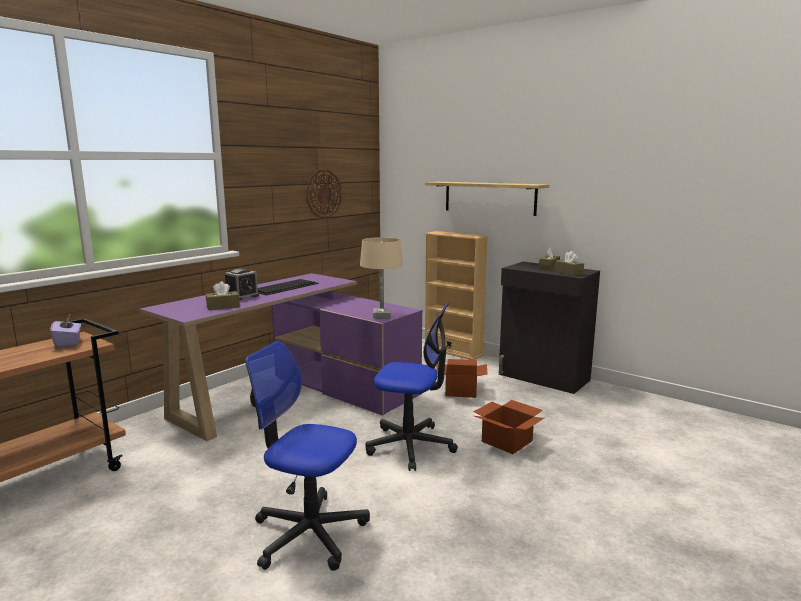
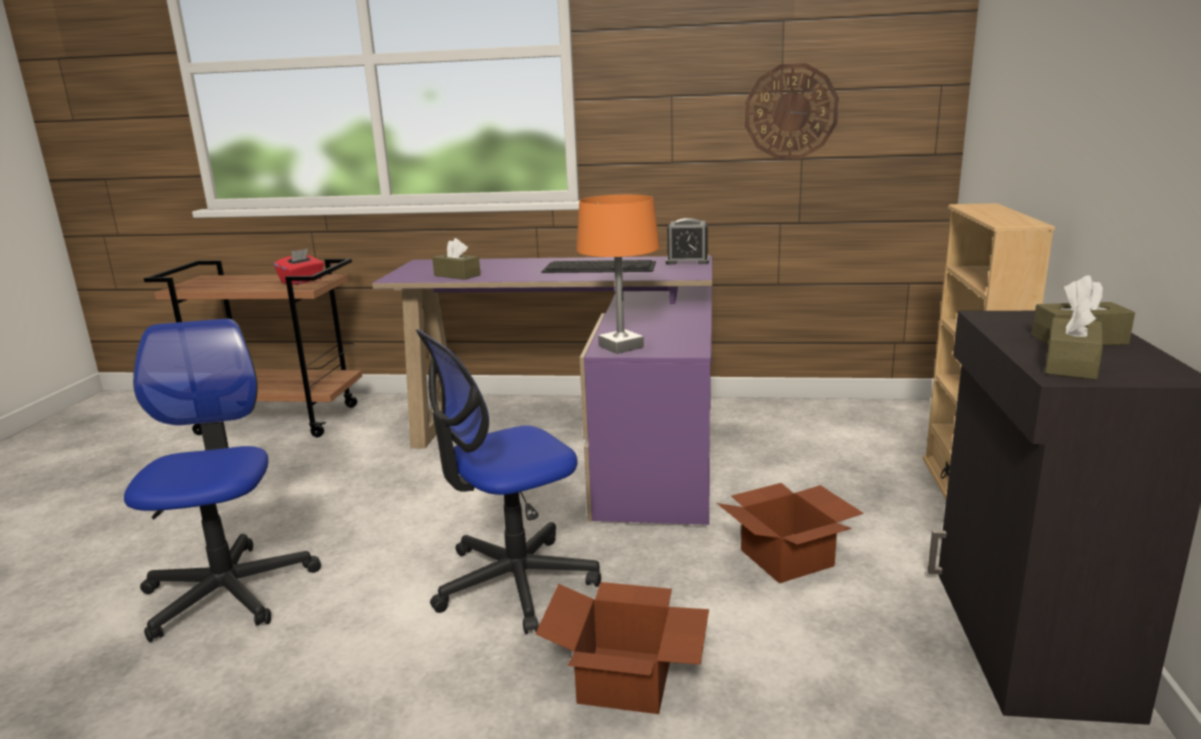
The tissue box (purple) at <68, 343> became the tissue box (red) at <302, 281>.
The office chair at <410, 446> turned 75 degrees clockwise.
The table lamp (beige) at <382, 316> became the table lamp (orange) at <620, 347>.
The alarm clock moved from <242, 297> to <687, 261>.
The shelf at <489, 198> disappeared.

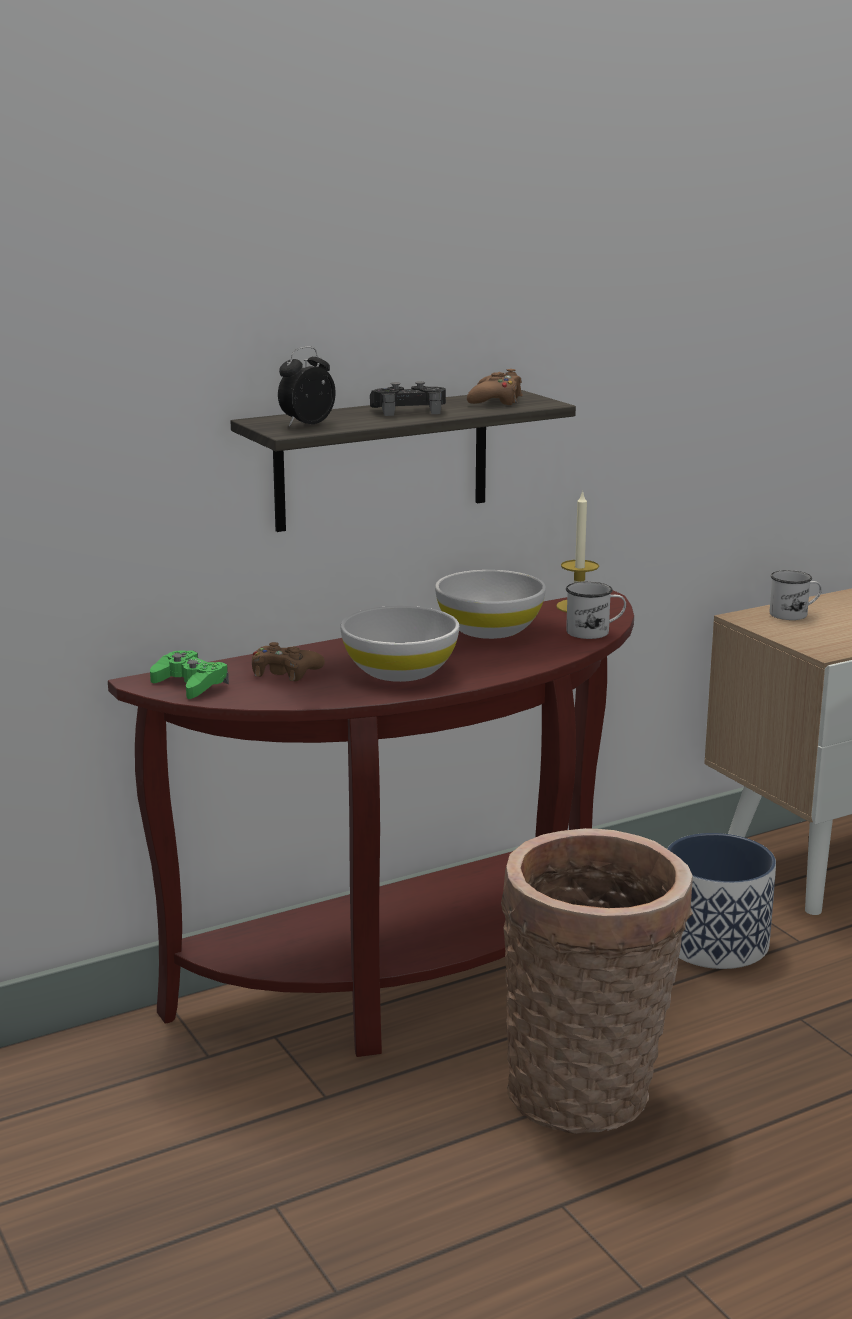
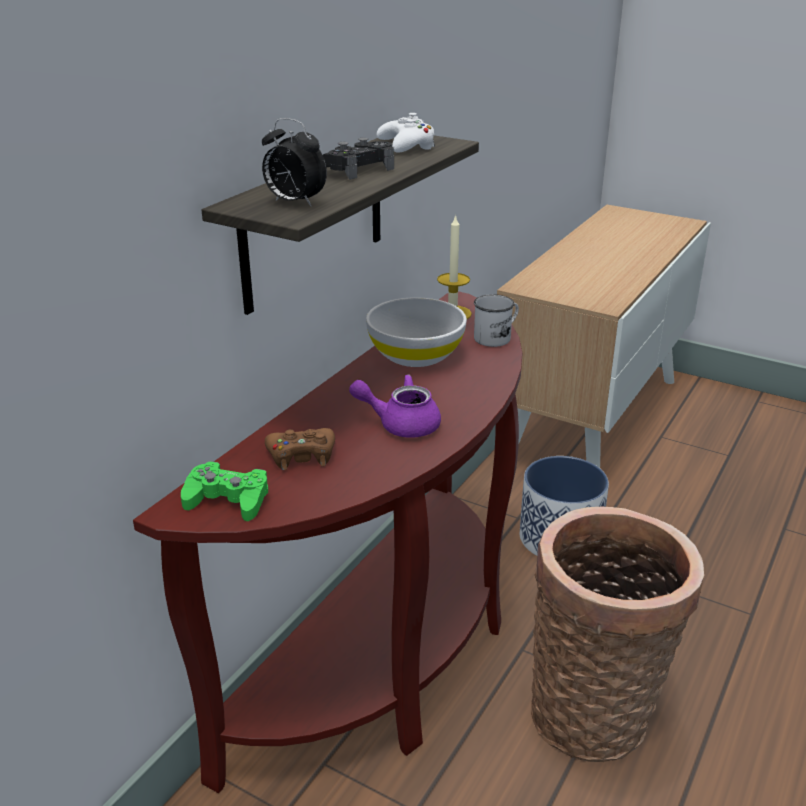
The alarm clock at <306, 424> turned 75 degrees counterclockwise.
The bowl (white) at <399, 671> was replaced by the teapot (purple) at <400, 424>.
The game controller (brown) at <495, 401> became the game controller (white) at <406, 146>.
The mug (white) at <794, 614> disappeared.

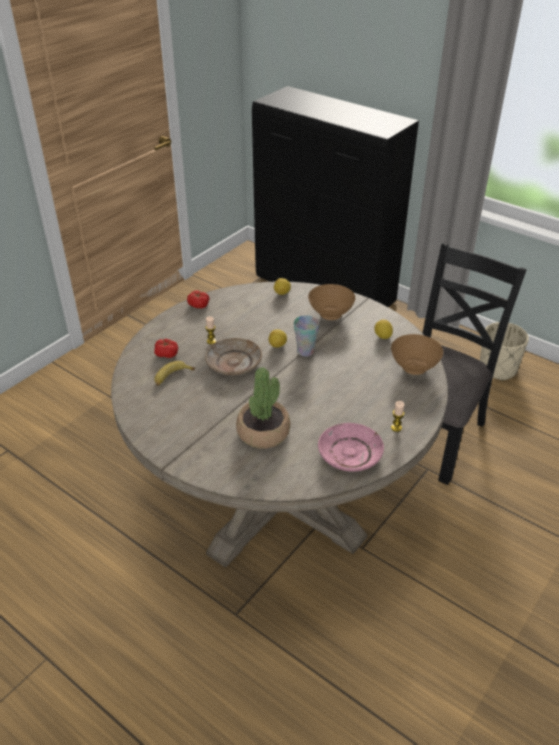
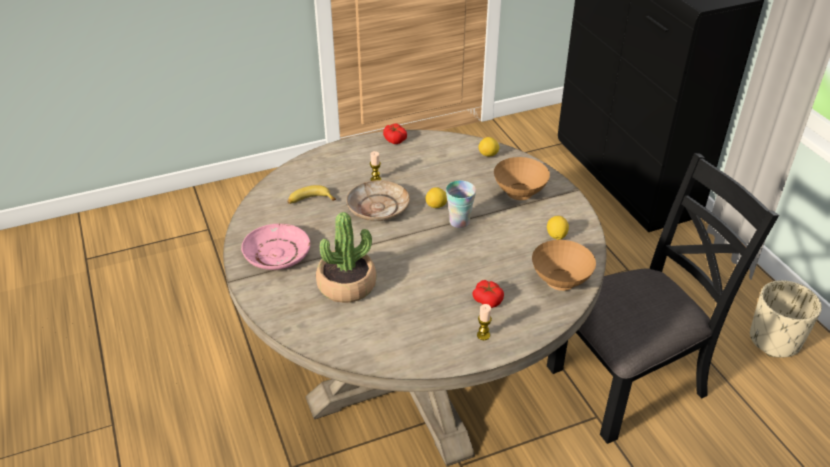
The plate (pink) moved from <349, 454> to <276, 254>.
The tomato moved from <166, 353> to <488, 300>.

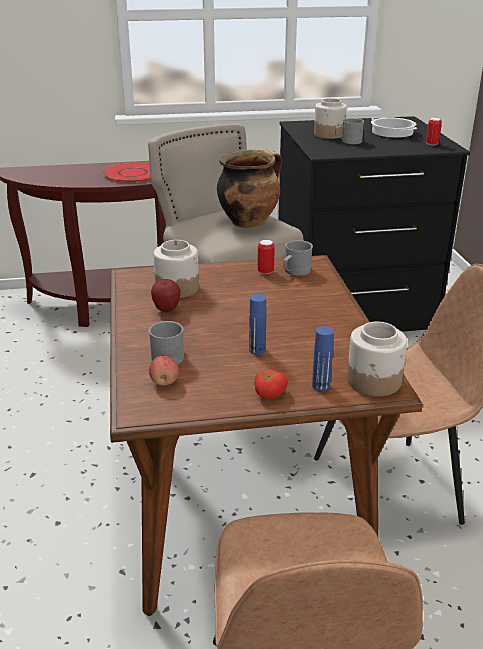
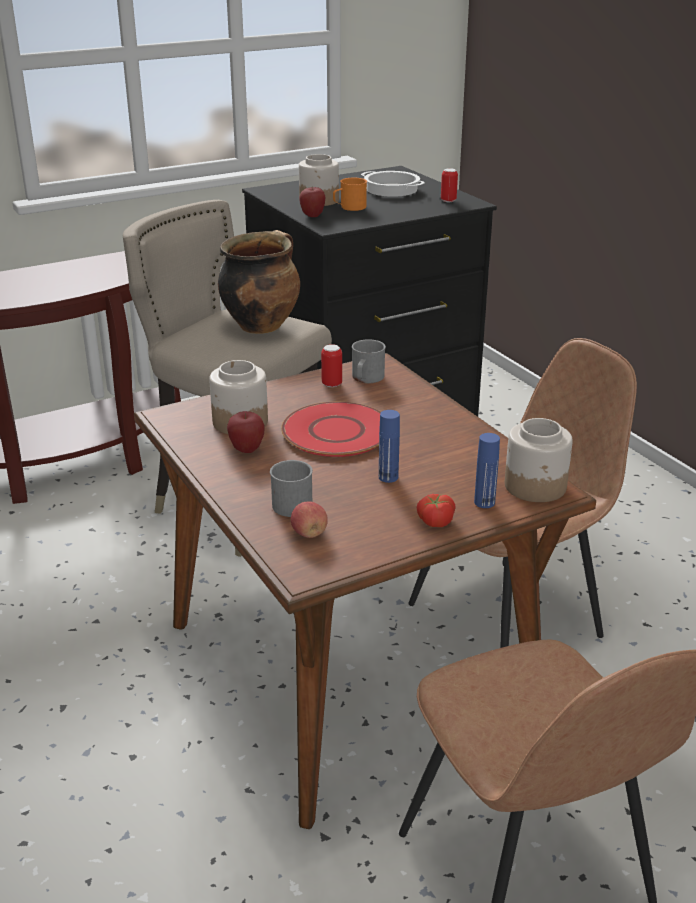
The plate (red) moved from <133, 173> to <337, 431>.
The apple at <312, 216> appeared.
The mug (grey) at <348, 141> became the mug (orange) at <349, 208>.

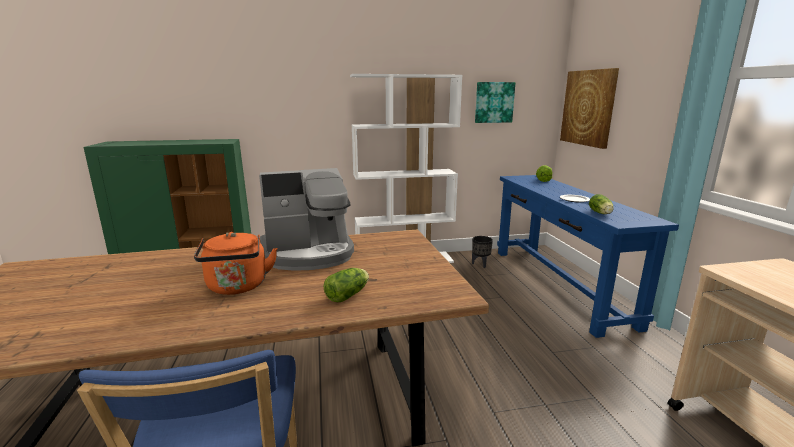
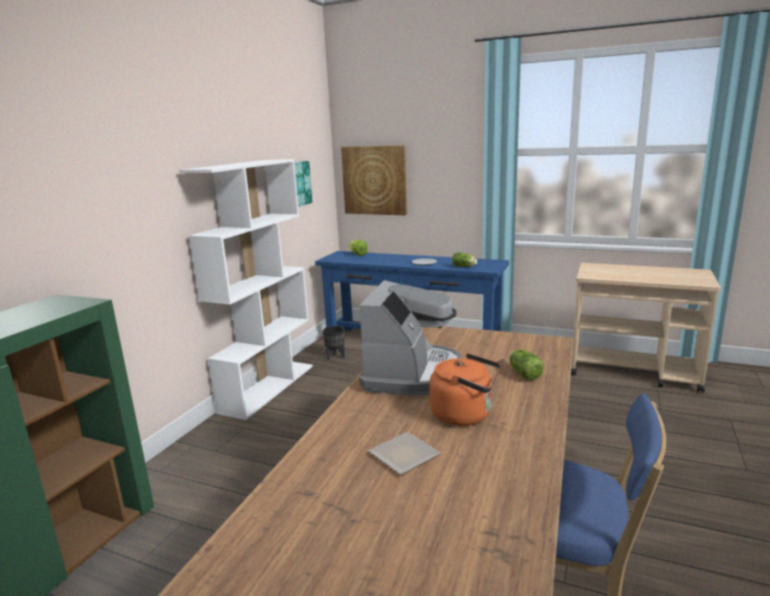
The plate at <404, 454> appeared.

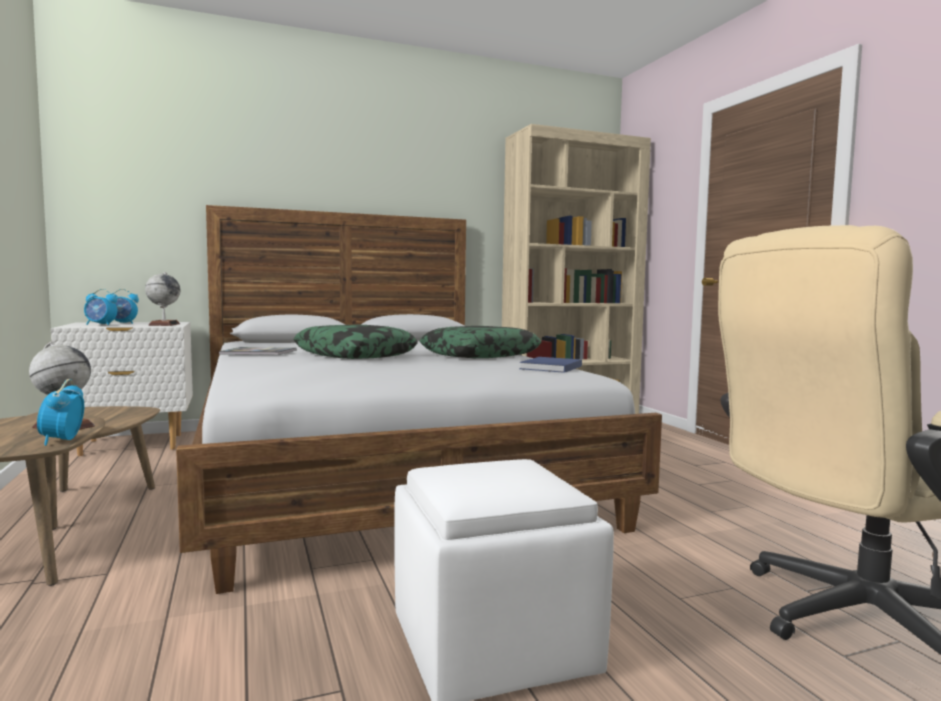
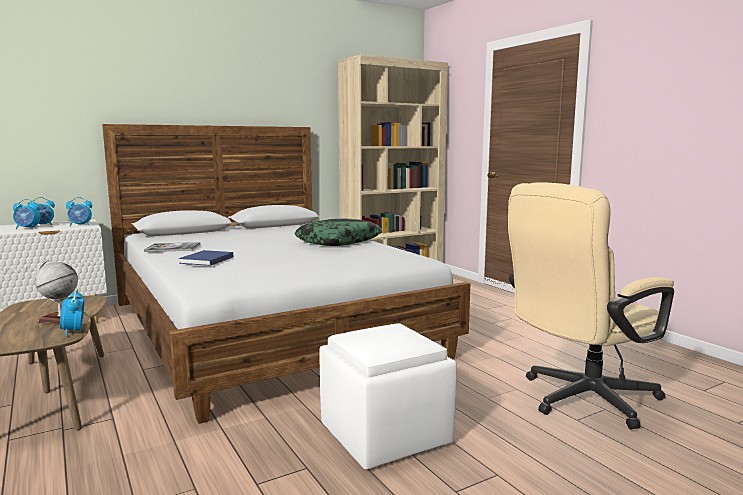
The globe at <164, 324> was replaced by the alarm clock at <80, 225>.
The book (blue) moved from <550, 367> to <206, 260>.
The pillow at <355, 355> disappeared.

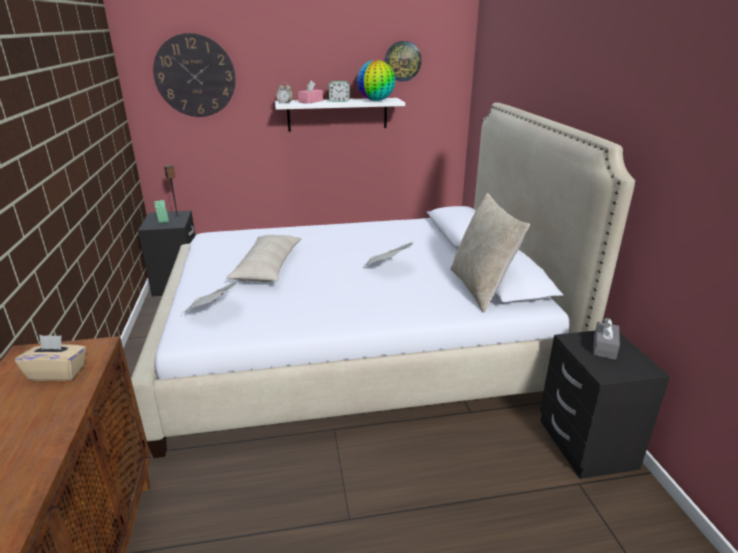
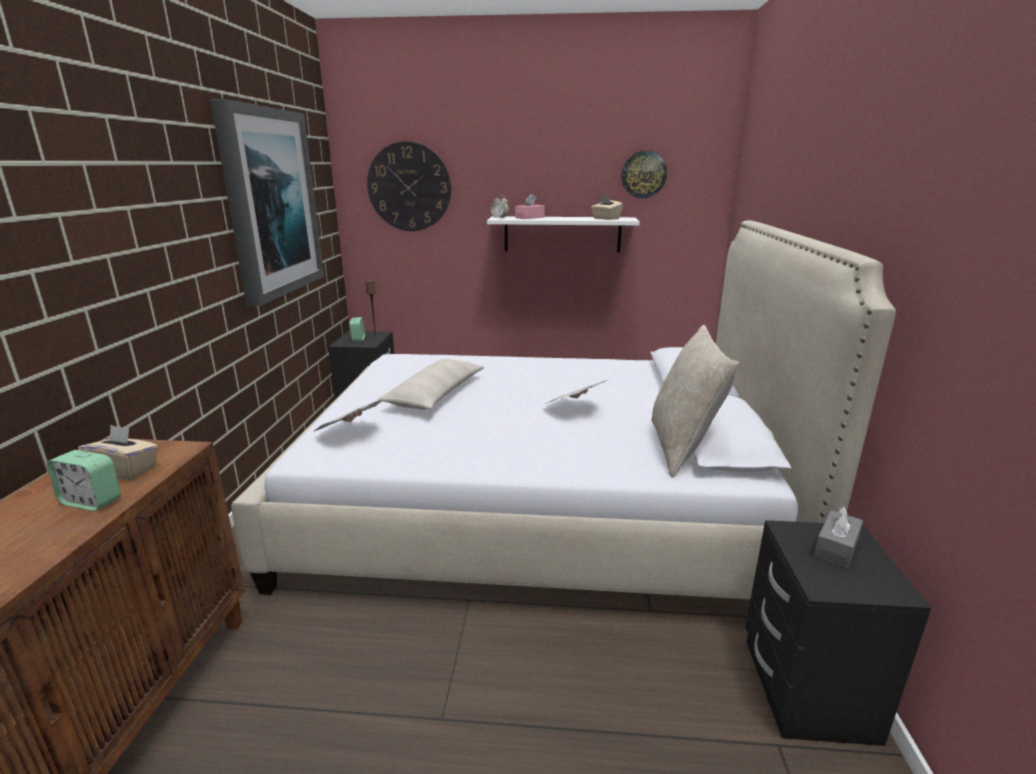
The alarm clock moved from <339, 101> to <91, 501>.
The picture at <270, 203> appeared.
The globe at <376, 100> was replaced by the tissue box (beige) at <606, 218>.

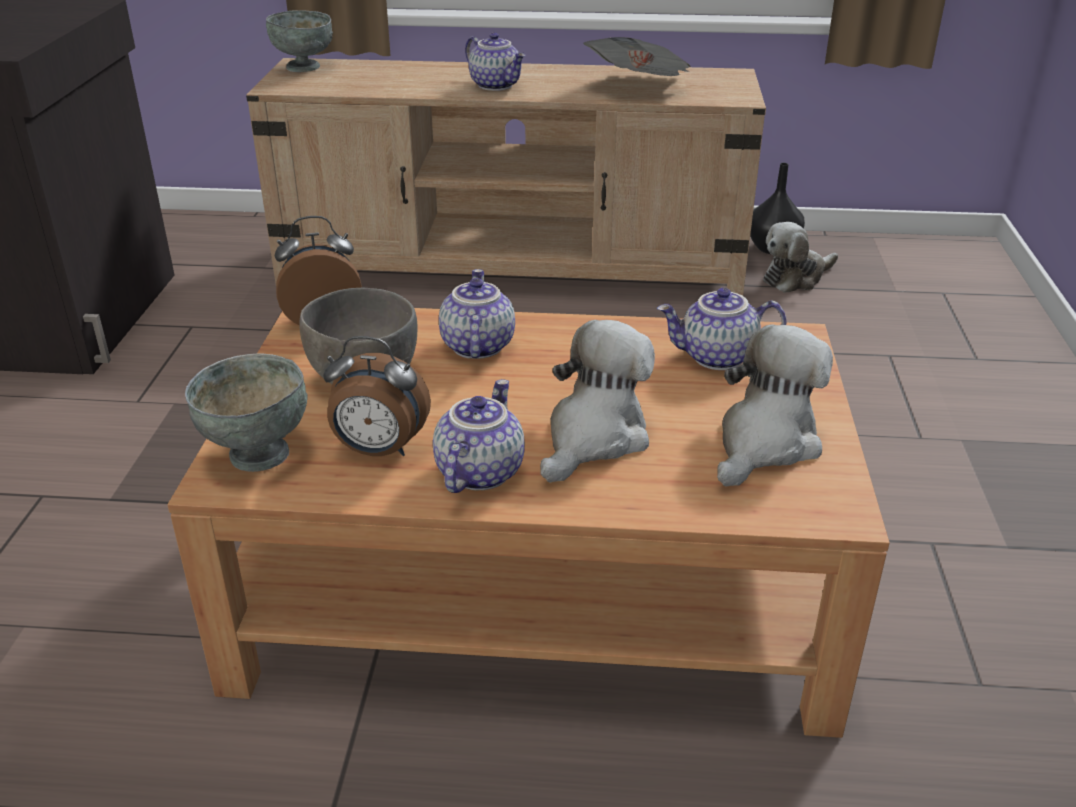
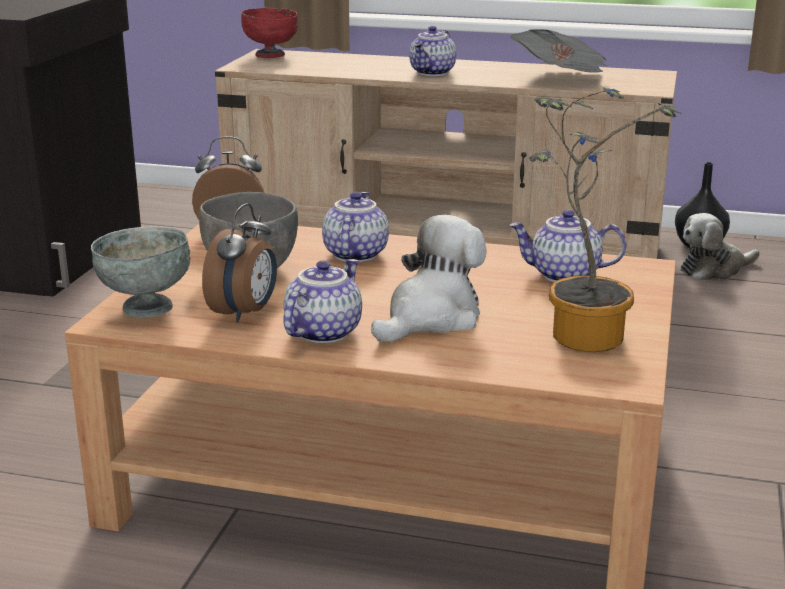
The alarm clock at <379, 450> turned 90 degrees counterclockwise.
The bowl (grey) at <304, 67> became the bowl (red) at <271, 55>.
The teapot at <496, 85> turned 60 degrees clockwise.
The plush toy at <765, 442> was replaced by the potted plant at <581, 333>.

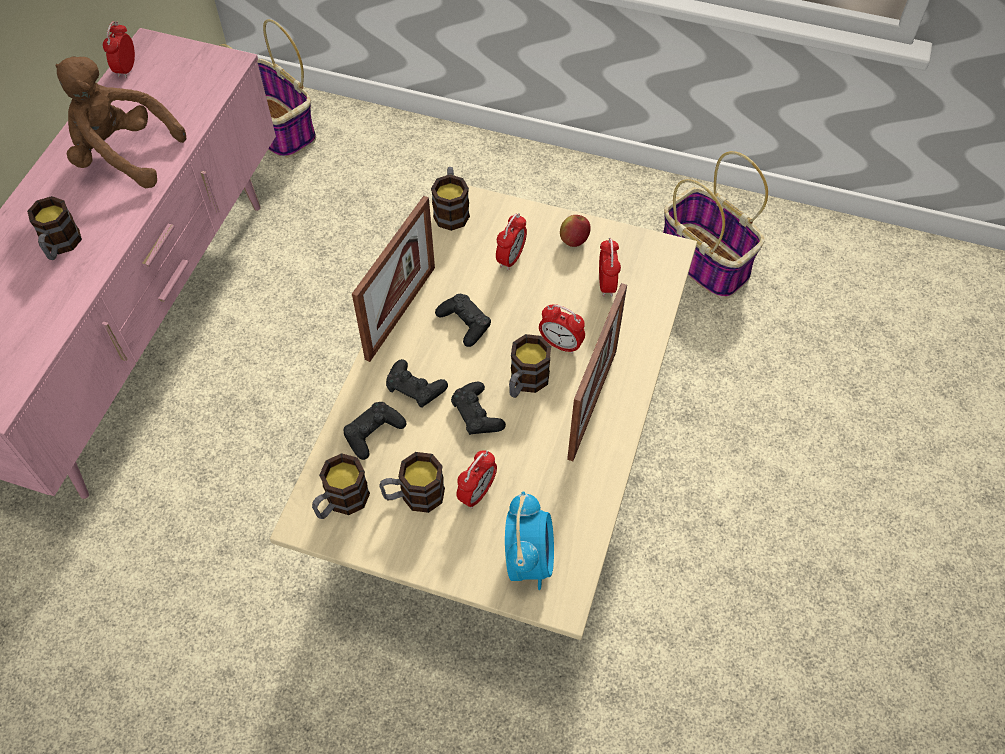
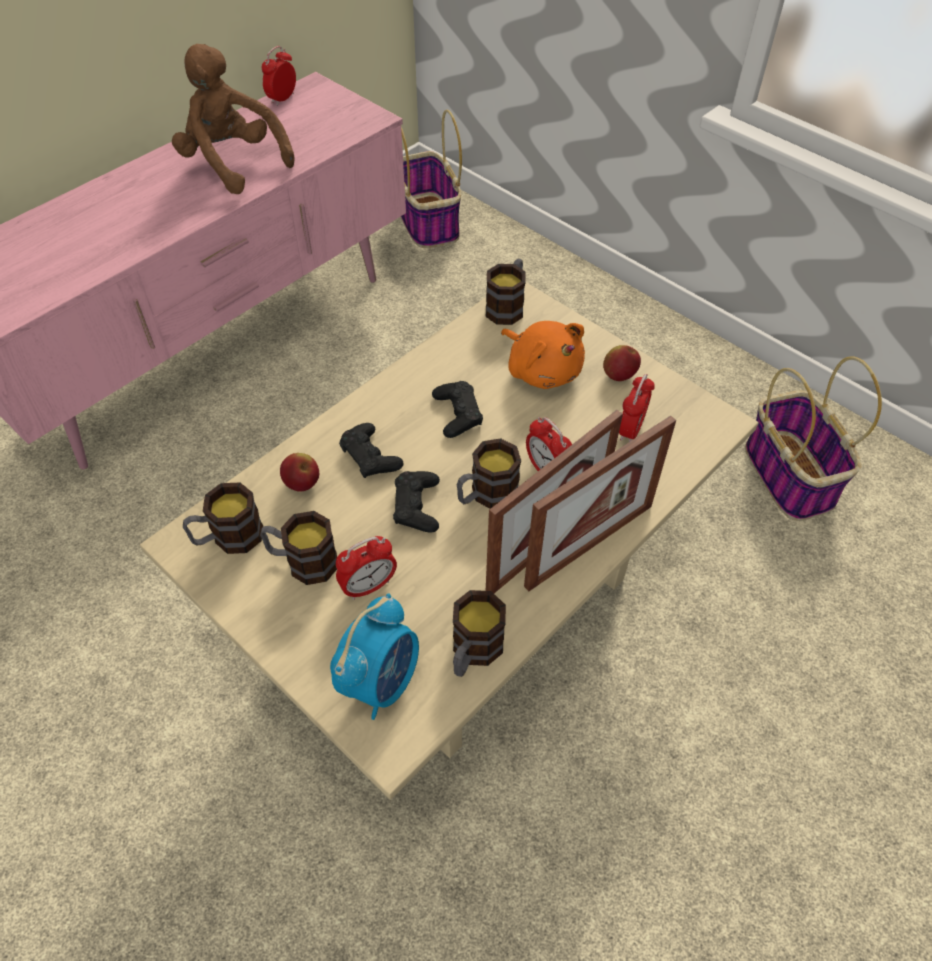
The game controller (black) at <373, 433> was replaced by the apple at <302, 484>.
The mug moved from <60, 246> to <473, 652>.
The alarm clock at <511, 258> was replaced by the plush toy (orange) at <542, 370>.
The picture frame moved from <400, 312> to <589, 545>.

